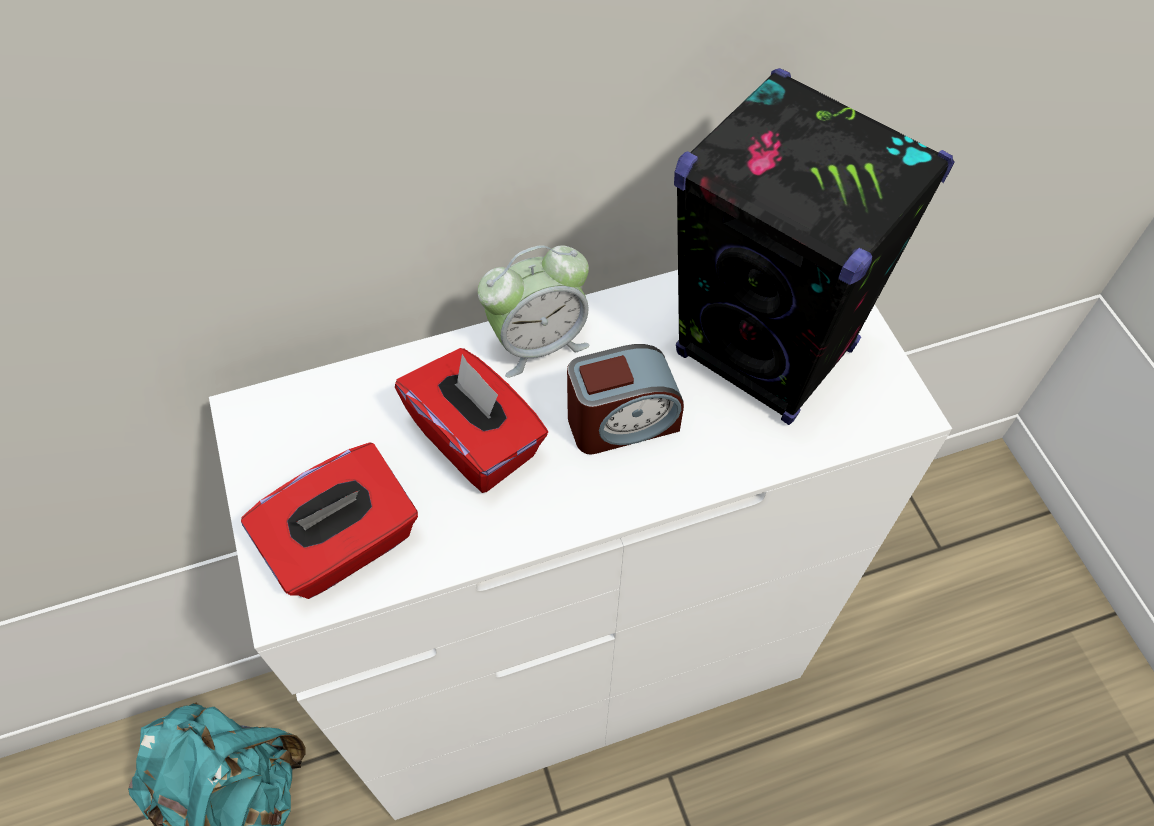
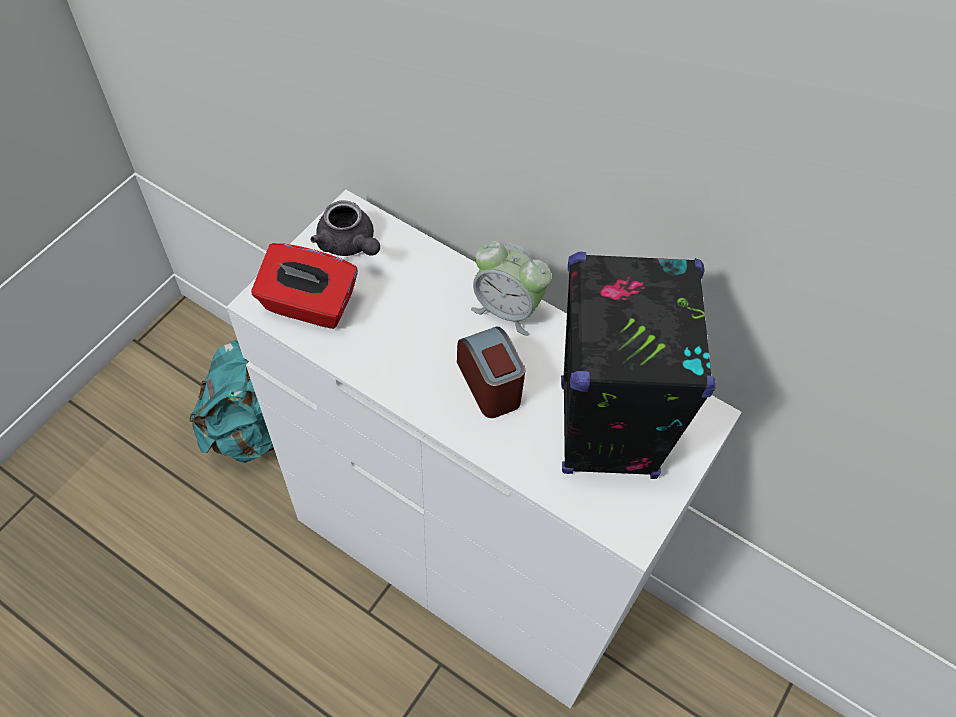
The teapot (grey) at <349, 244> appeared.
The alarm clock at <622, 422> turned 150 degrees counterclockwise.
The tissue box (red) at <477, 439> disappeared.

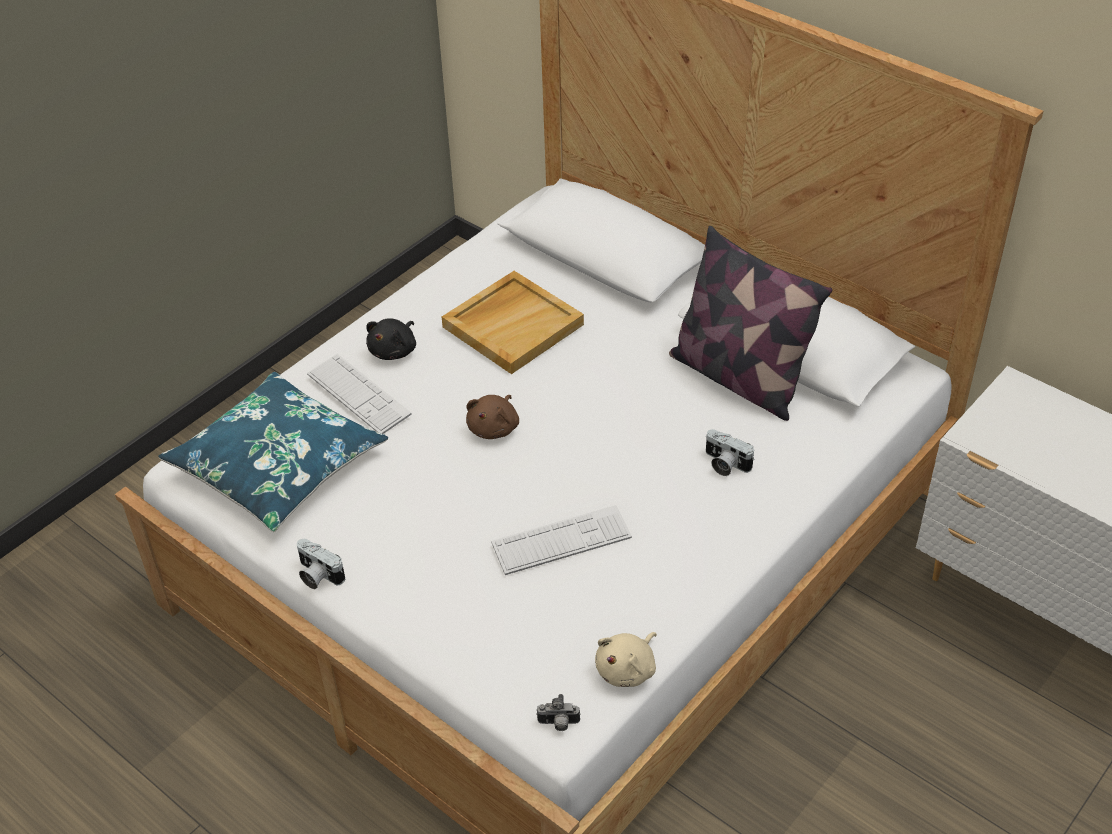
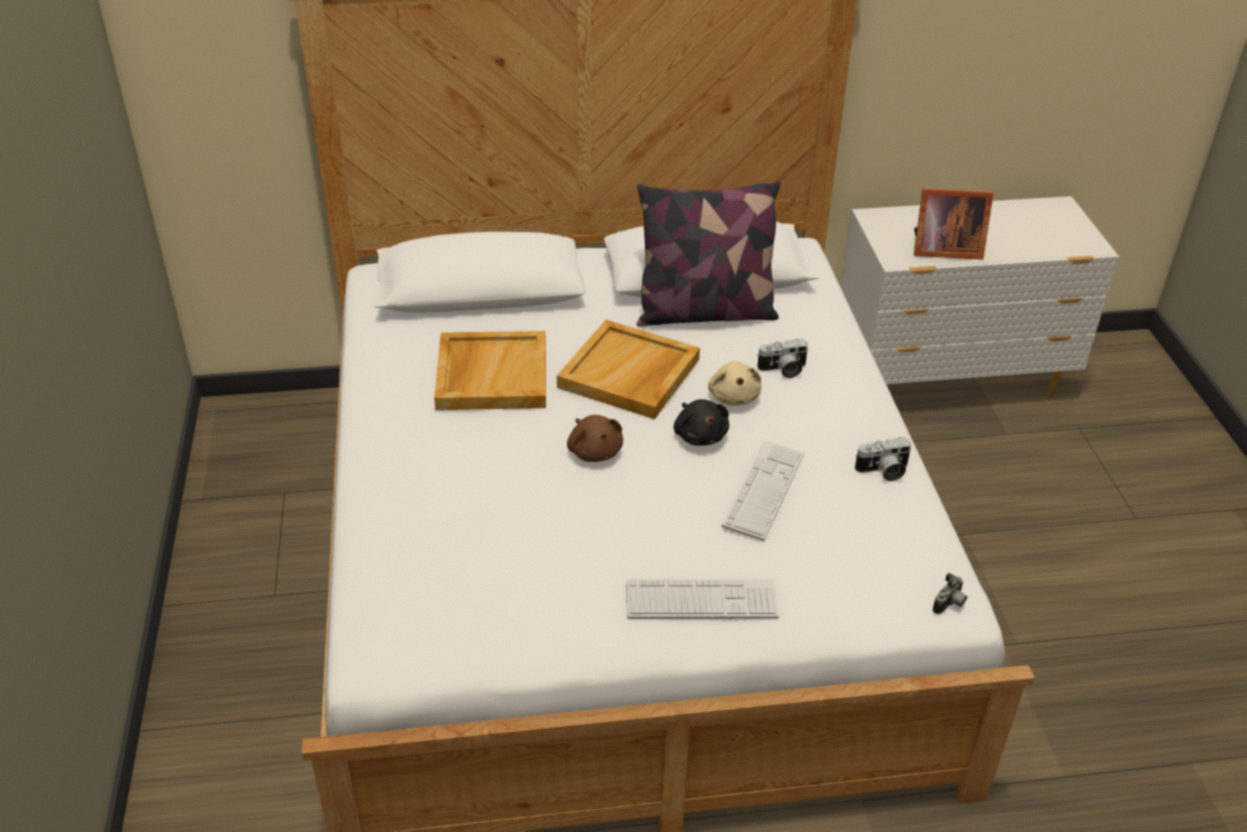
The tray (beige) at <629, 374> appeared.
The keyboard moved from <358, 395> to <701, 600>.
The plush toy (black) moved from <394, 350> to <700, 435>.
The plush toy (beige) moved from <628, 669> to <733, 396>.
The photo camera moved from <317, 575> to <883, 471>.
The picture frame at <943, 249> appeared.
The pillow (blue) at <278, 465> disappeared.

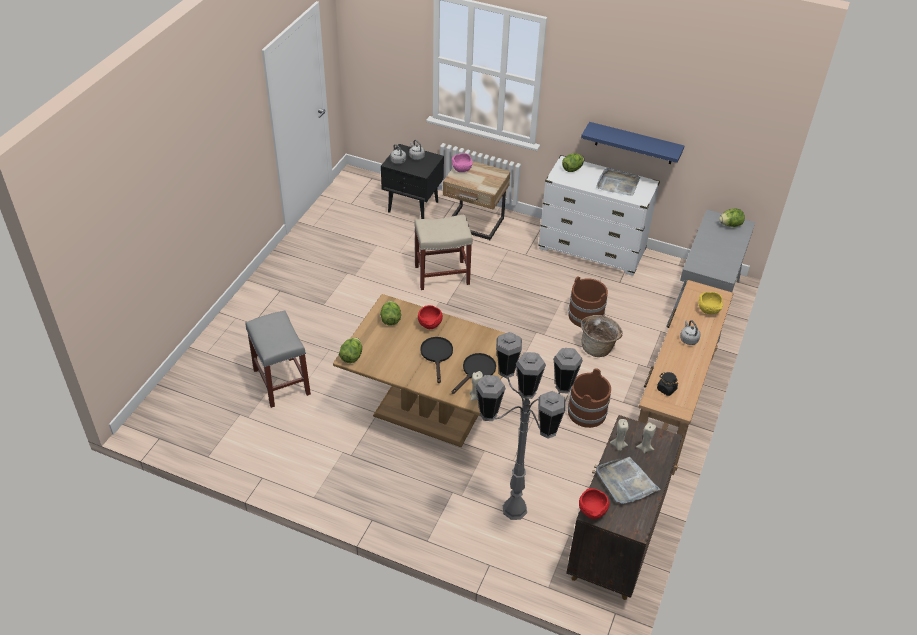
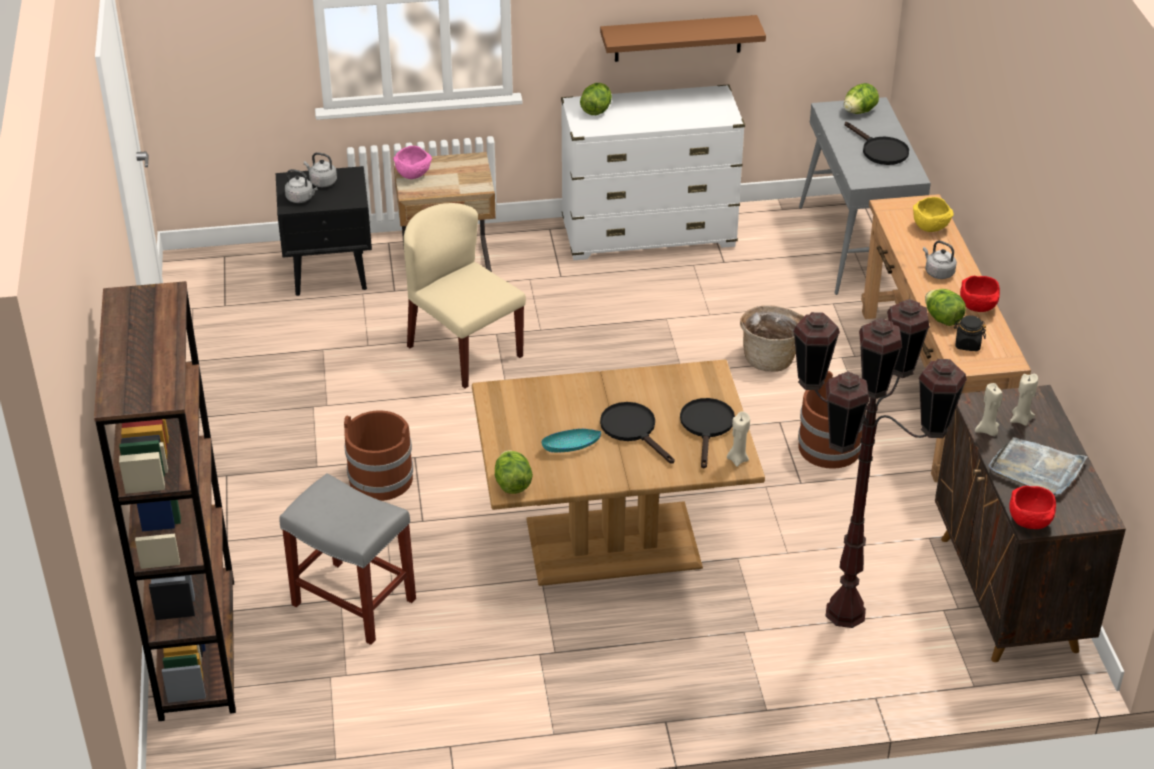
The bookcase (brown) at <197, 648> appeared.
The bucket (brown) moved from <585, 315> to <380, 479>.
The stool (beige) at <443, 275> was replaced by the chair (beige) at <464, 351>.
The bowl (turquoise) at <571, 446> appeared.
The shelf (blue) at <634, 143> became the shelf (brown) at <678, 38>.
The floor lamp (grey) at <514, 508> became the floor lamp (brown) at <845, 612>.
The frying pan (black) at <880, 151> appeared.
The lettuce moved from <390, 319> to <942, 319>.
The bowl (red) moved from <430, 325> to <979, 307>.
The tray (grey) at <617, 184> disappeared.

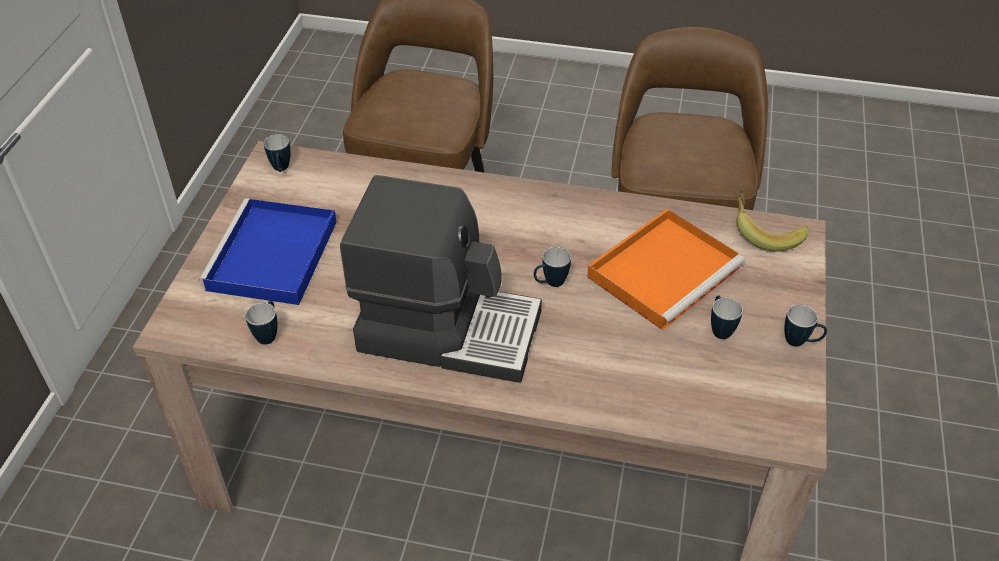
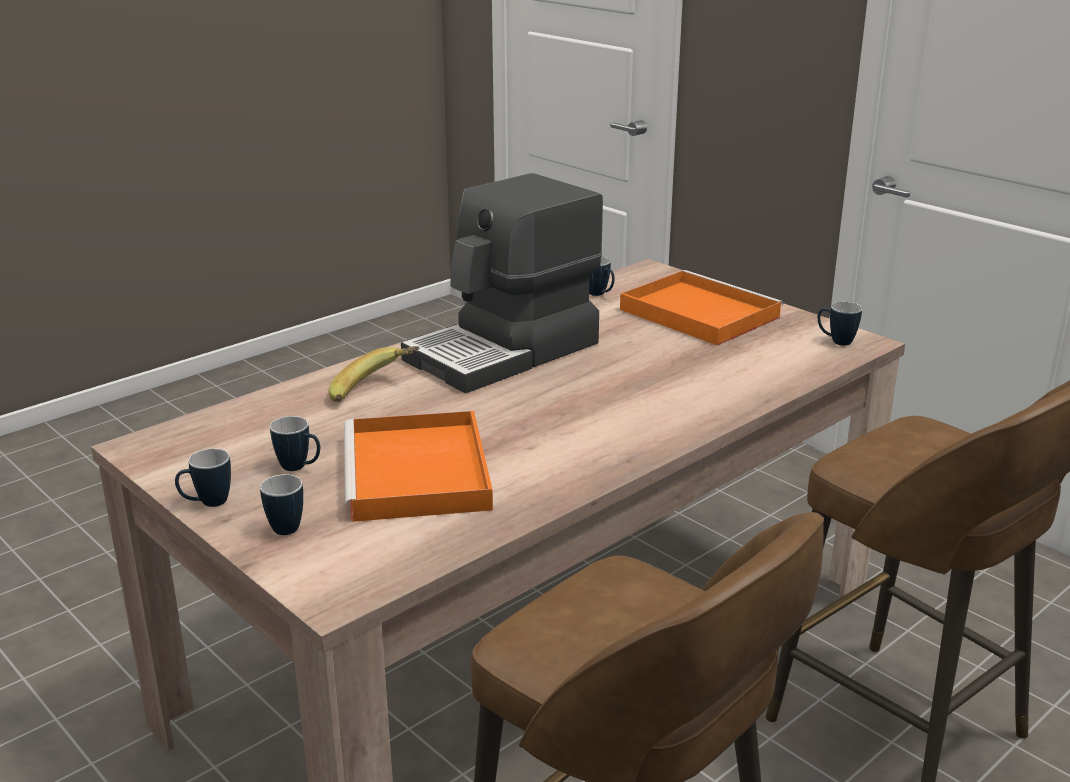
The mug moved from <550, 283> to <288, 525>.
The banana moved from <765, 232> to <376, 392>.
The tray (blue) at <272, 257> became the tray (orange) at <696, 313>.

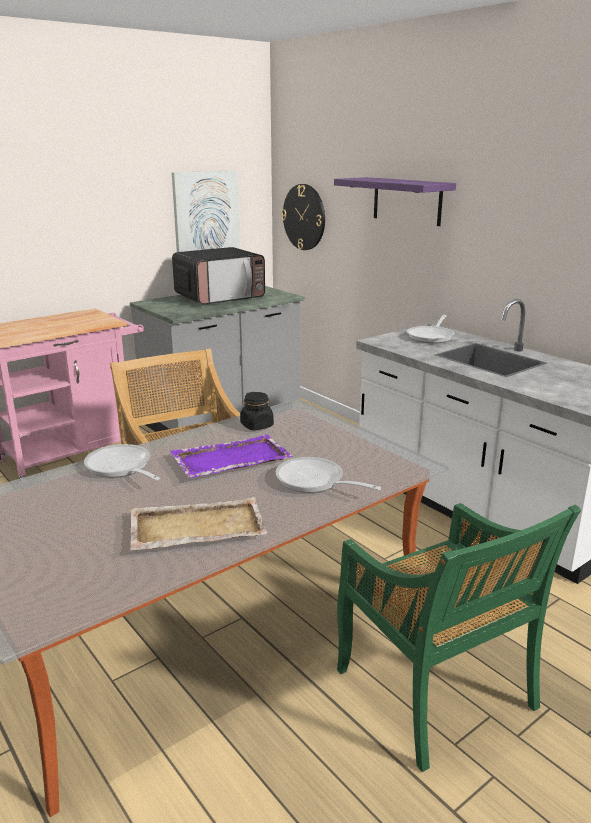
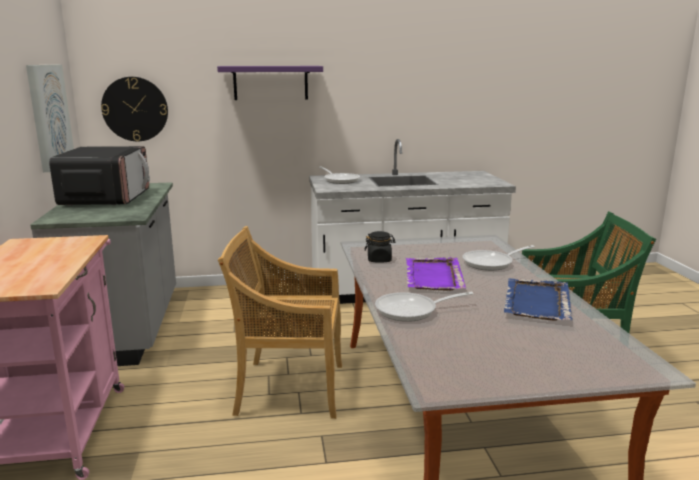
The tray (beige) at <196, 527> became the tray (blue) at <536, 302>.

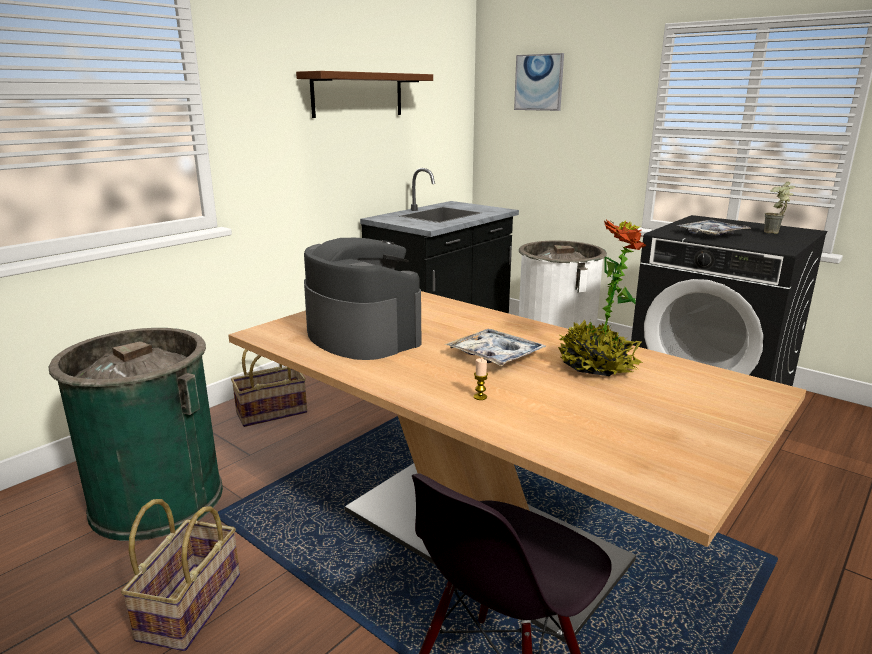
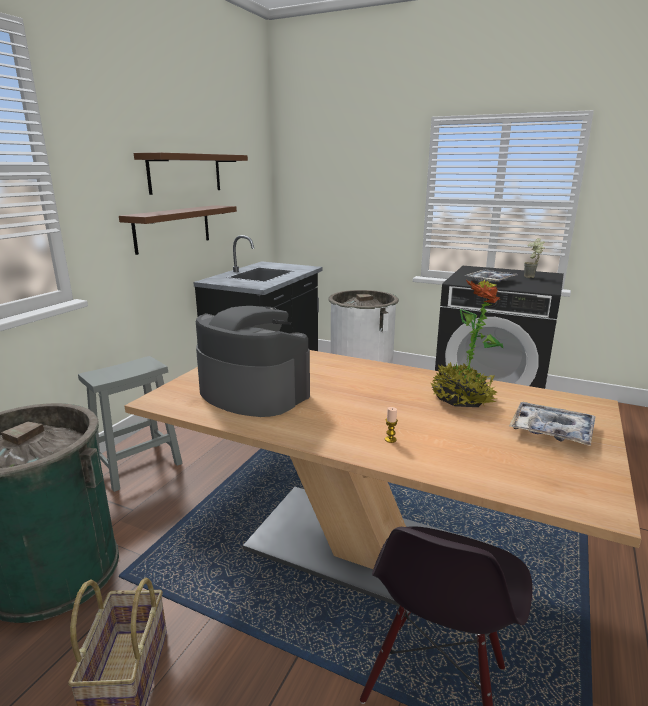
The basket at <272, 412> was replaced by the stool (grey) at <139, 465>.
The shelf (brown) at <173, 228> appeared.
The tray moved from <495, 355> to <551, 430>.
The picture at <539, 82> disappeared.

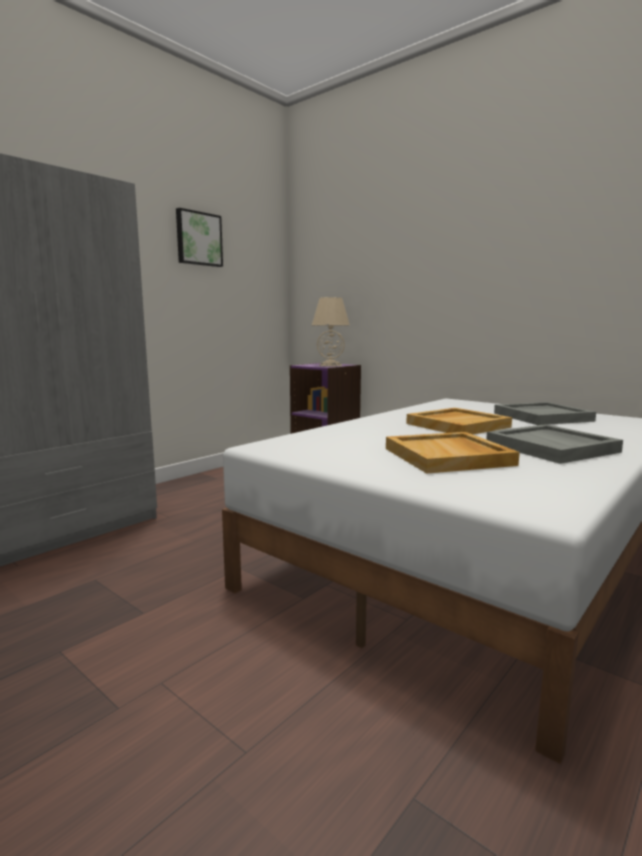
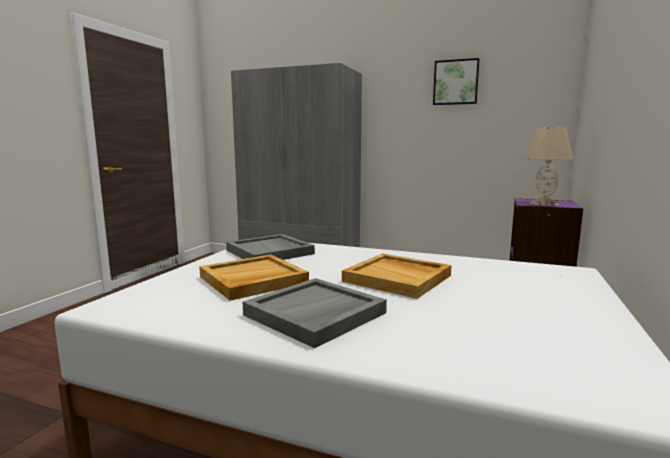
The tray (grey) moved from <542, 417> to <270, 252>.

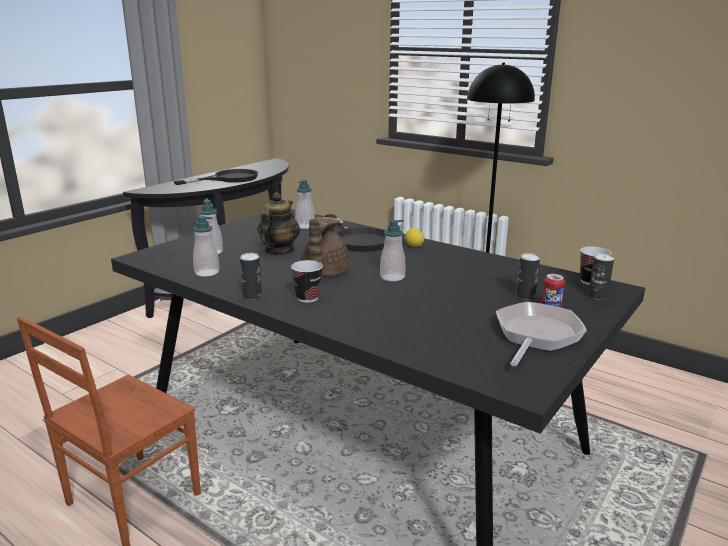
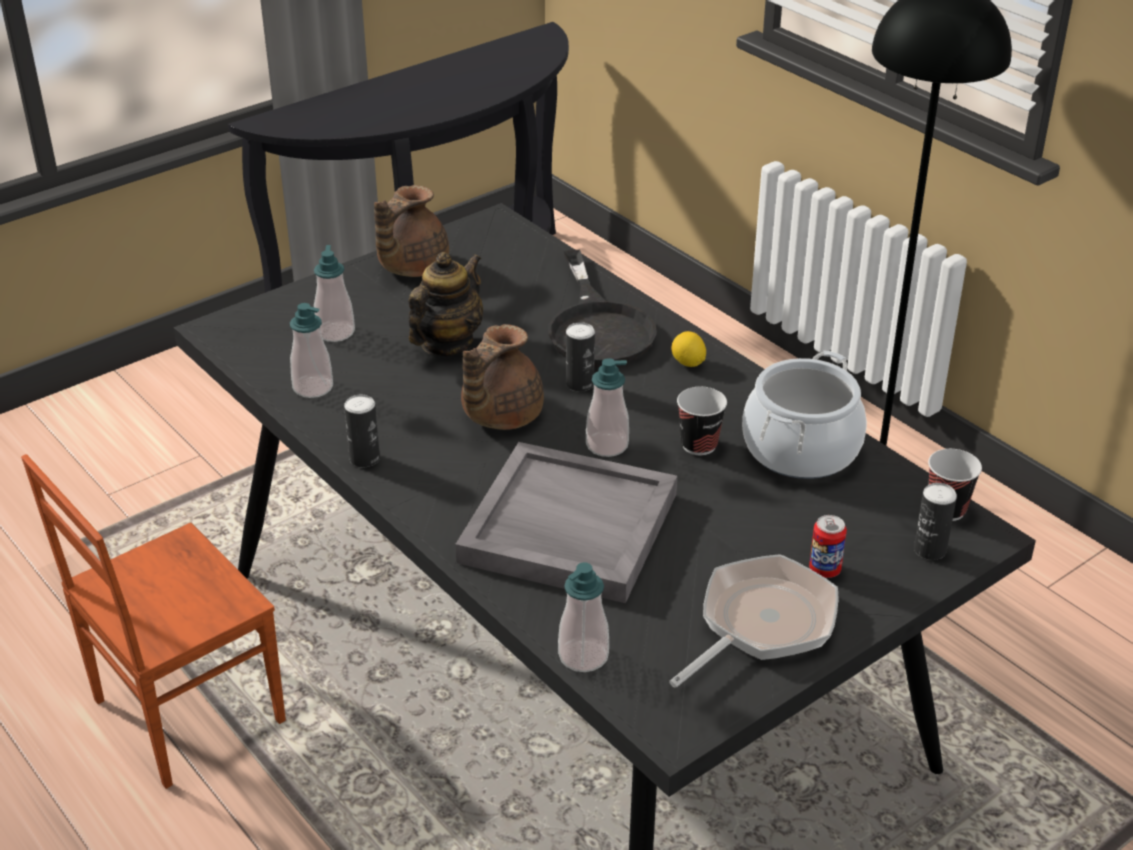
The teapot (brown) at <410, 267> appeared.
The tray (grey) at <567, 528> appeared.
The soap dispenser moved from <305, 226> to <583, 656>.
The can moved from <525, 296> to <580, 384>.
The cup moved from <307, 298> to <699, 445>.
The cooking pot at <801, 449> appeared.
The frying pan (black) at <228, 179> disappeared.

